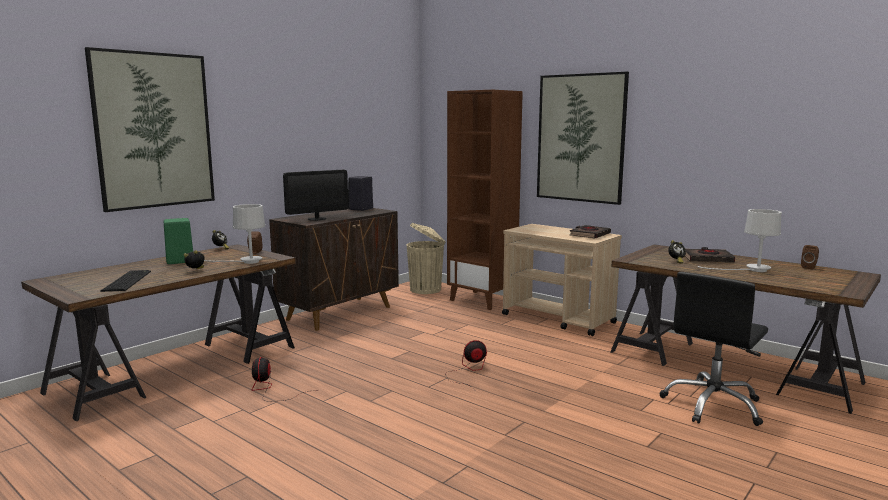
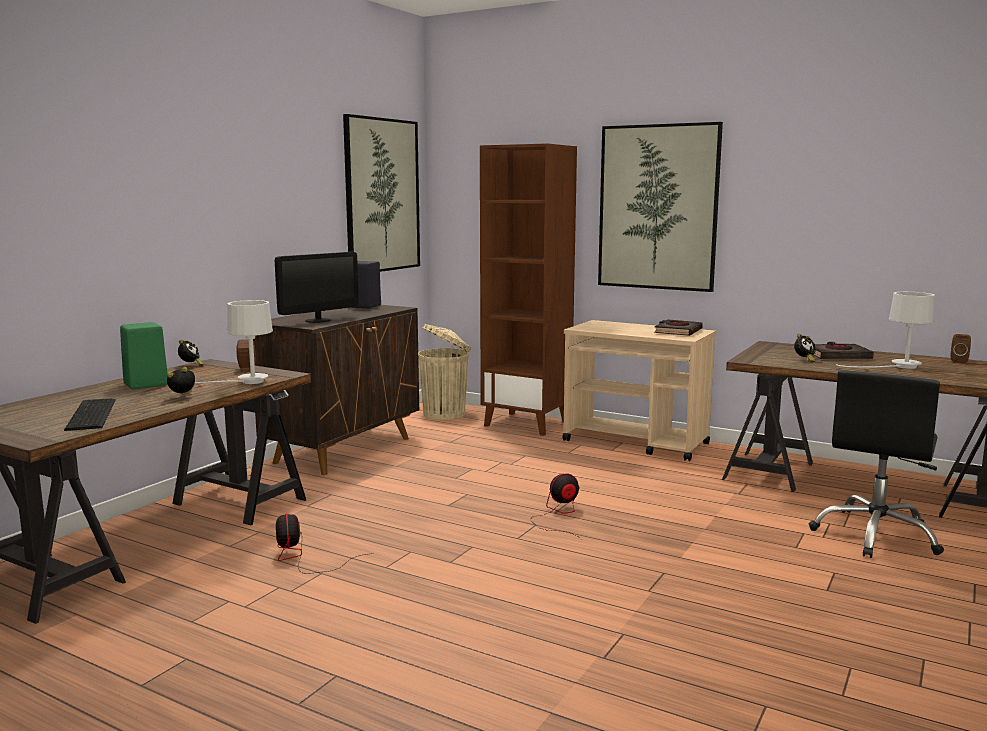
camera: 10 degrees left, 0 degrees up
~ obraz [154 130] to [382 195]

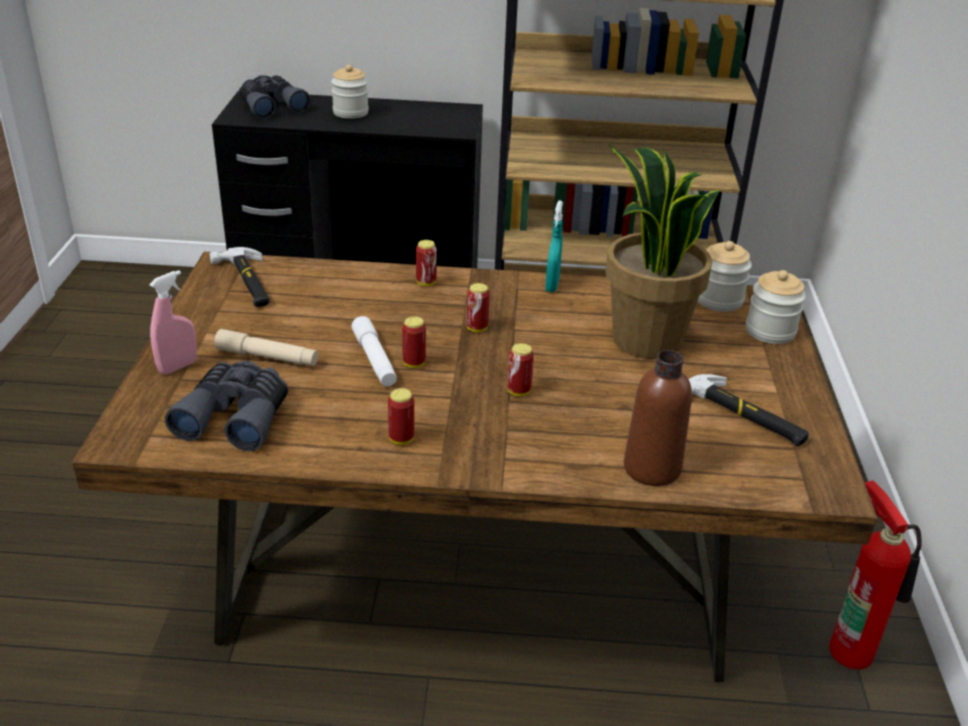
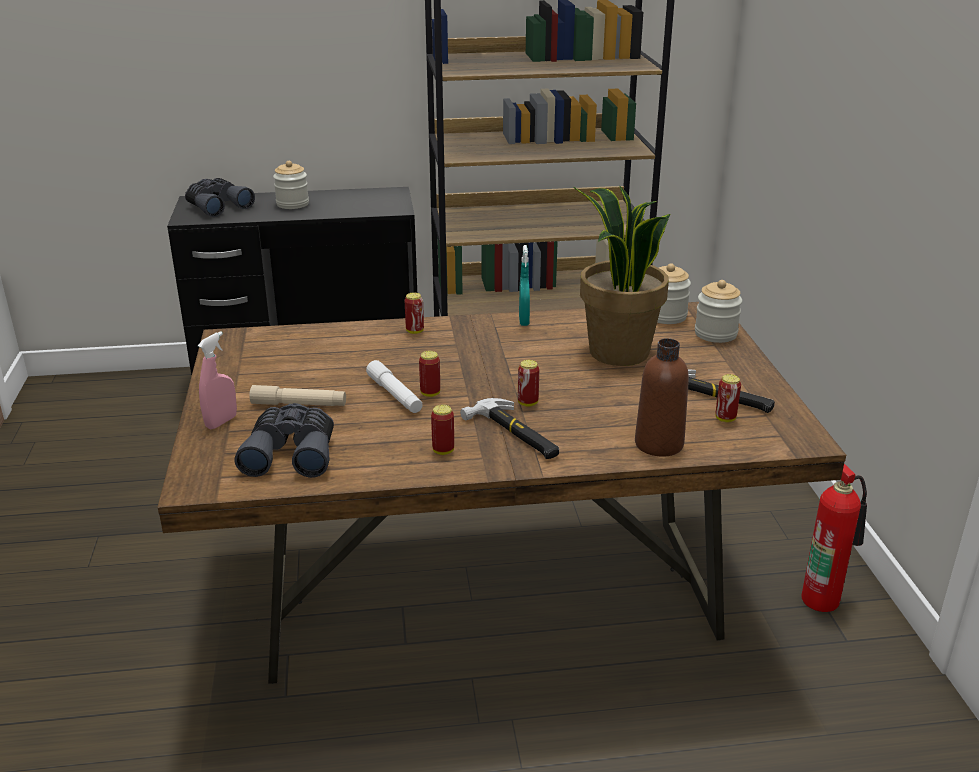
camera: 10 degrees left, 5 degrees down
~ młotek [246 282] to [514 434]
~ puszka [477 328] to [725 418]

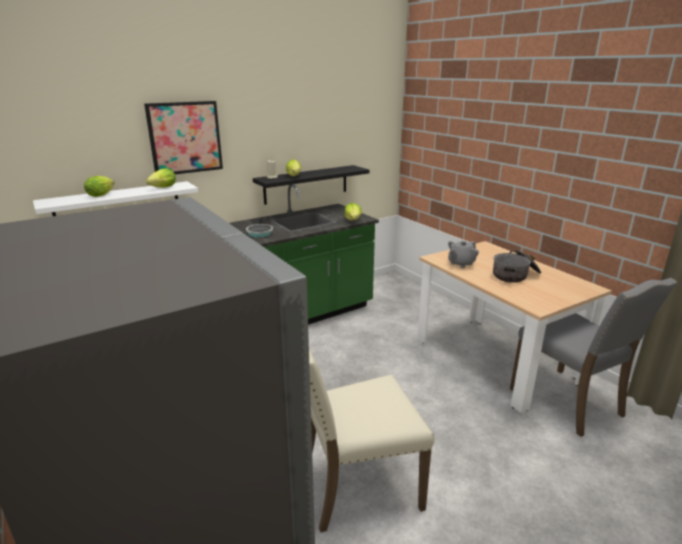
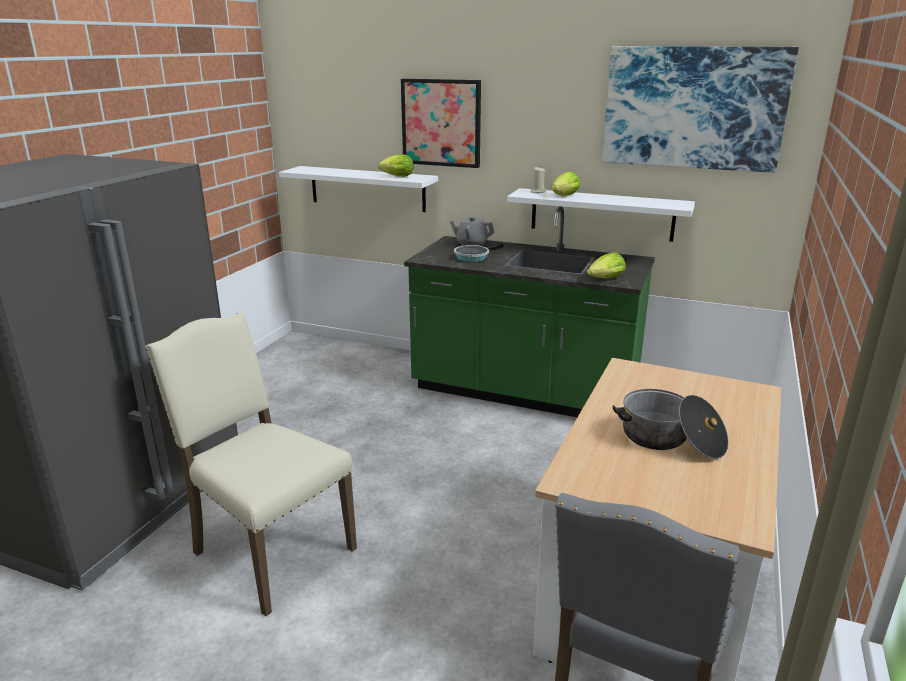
camera: 55 degrees right, 0 degrees up
~ półka [czarny] [306 184] to półka [biały] [601 214]
- sałata [102 195]
~ imbryk [szary] [461 263] to [471 244]
+ obraz [693 108]

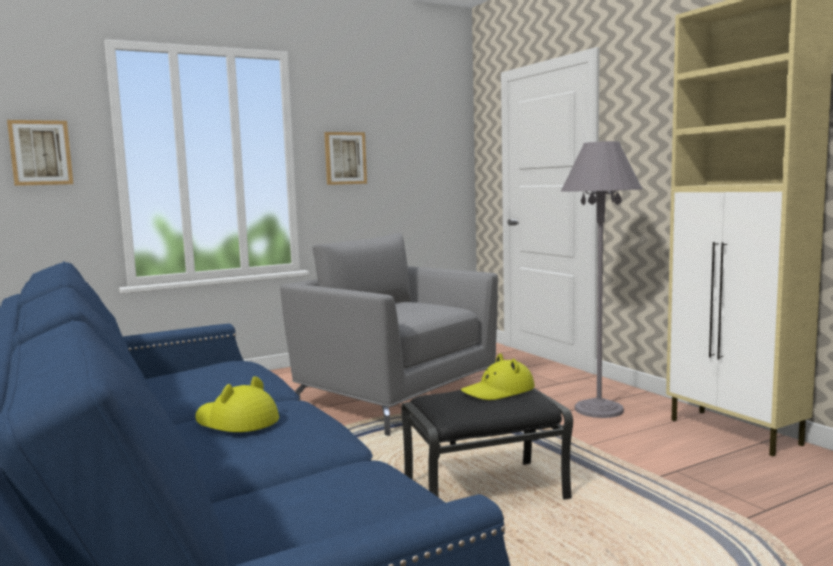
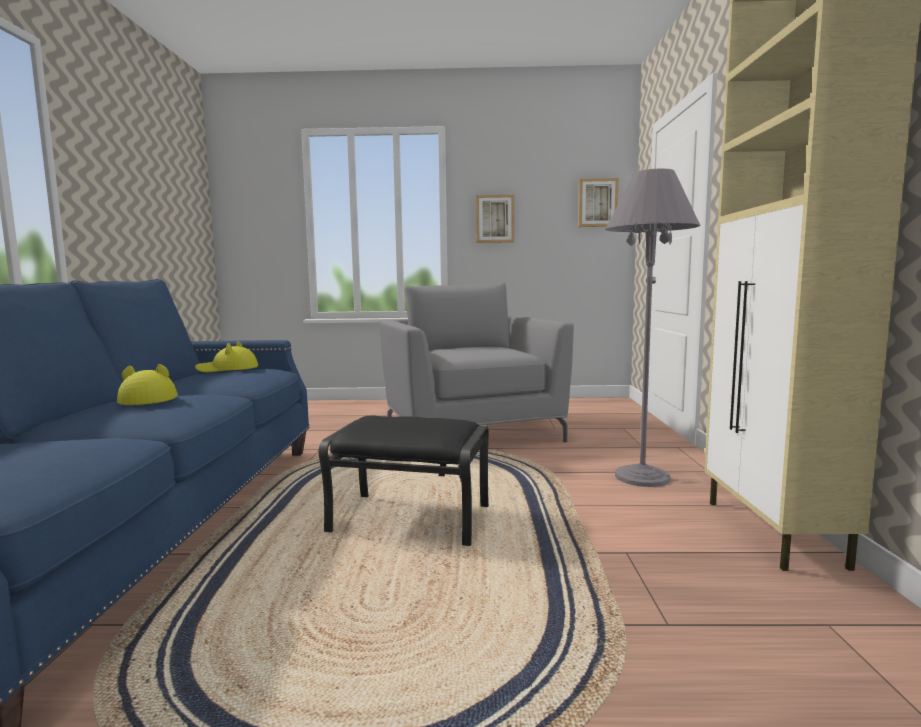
camera: 30 degrees right, 0 degrees up
~ obraz [41 153] to [597 203]
~ kapelusz [żółty] [498 391] to [227 369]

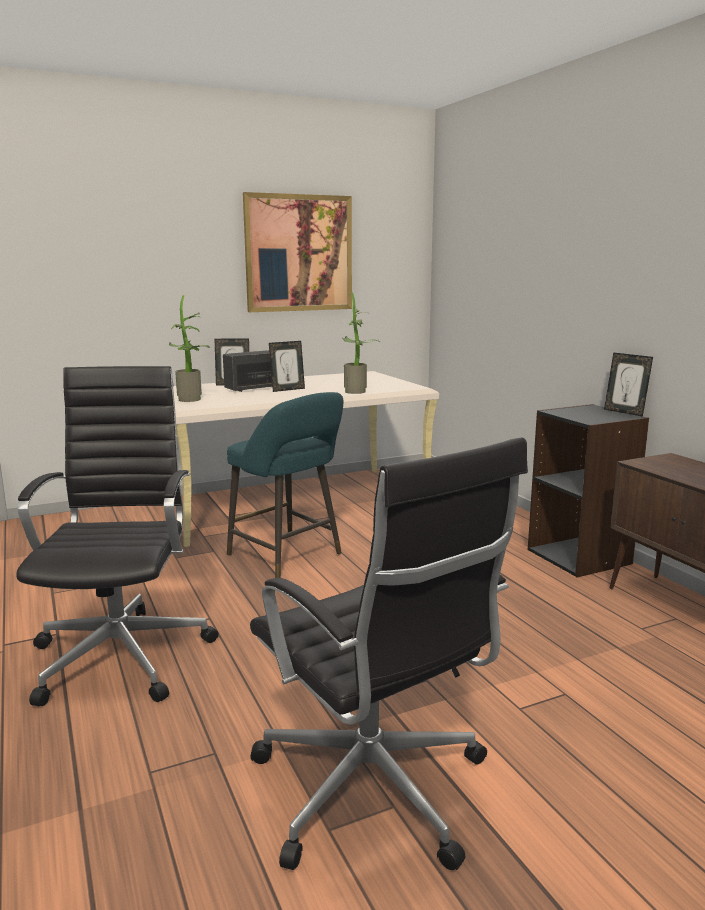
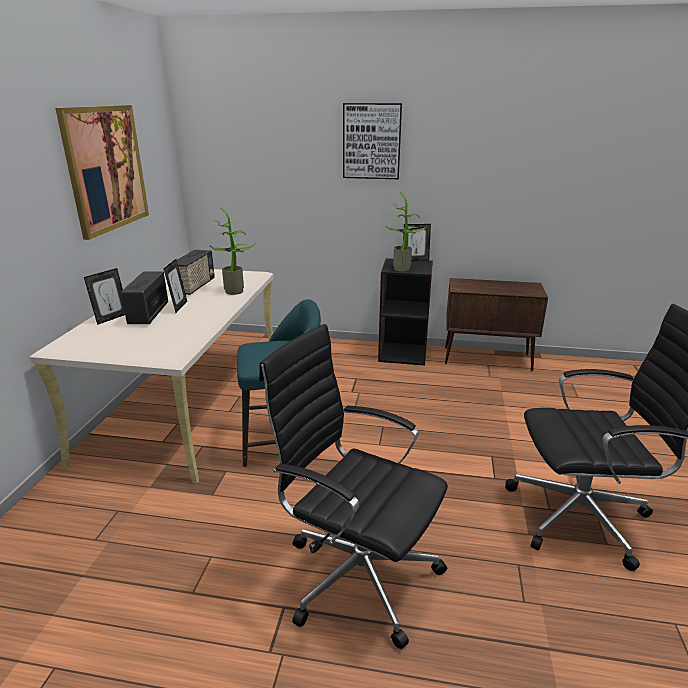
camera: 55 degrees left, 10 degrees up
~ roślina doniczkowa [193 400] to [404 268]
+ obraz [371 141]
+ radio [195 287]

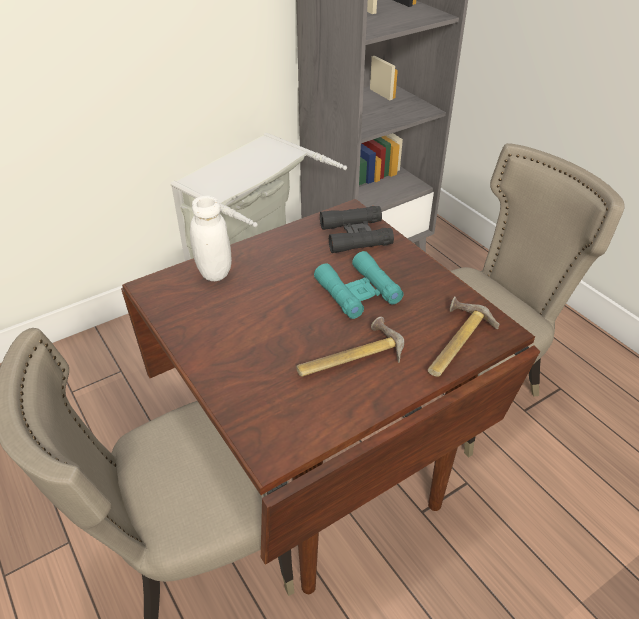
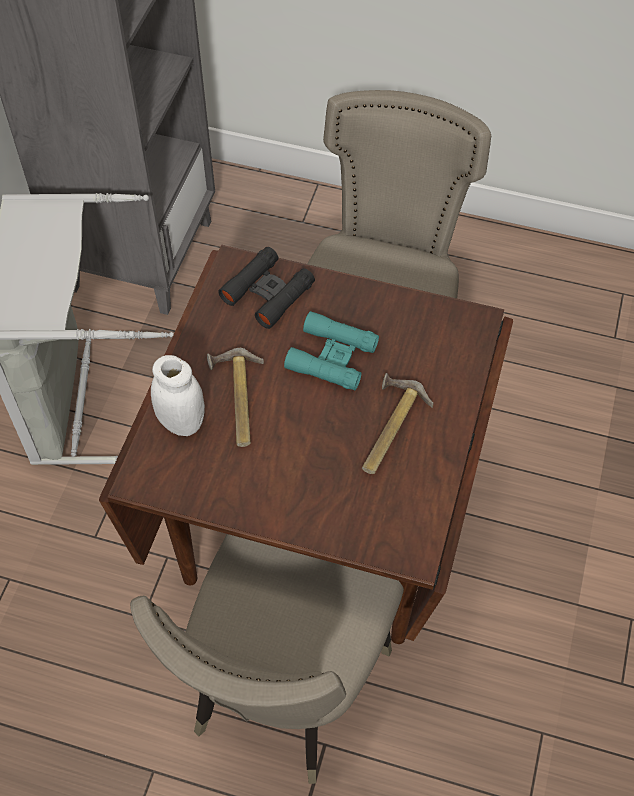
camera: 40 degrees left, 15 degrees up
~ młotek [453 342] to [235 400]

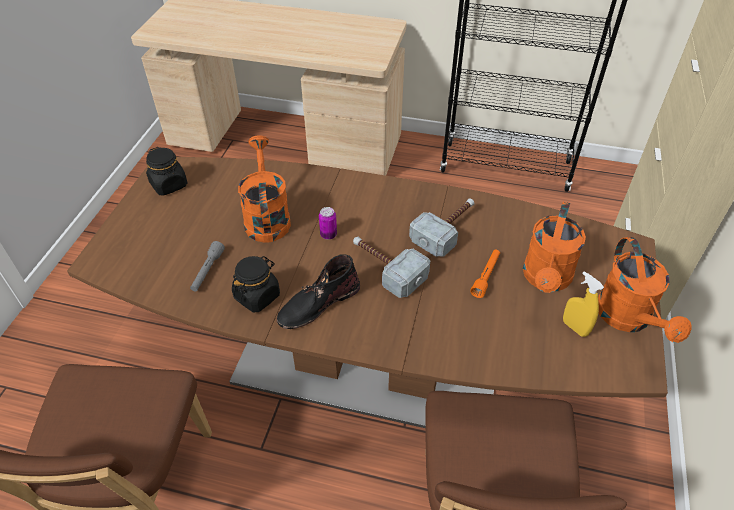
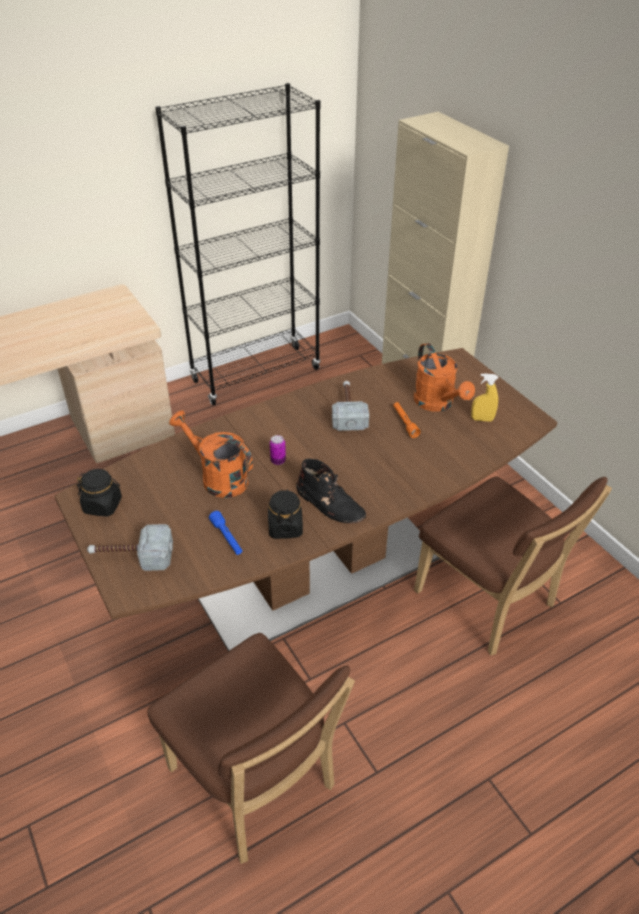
camera: 45 degrees left, 5 degrees down
~ młotek [385 268] to [132 556]
- konewka [pomarańczowy] [628 319]
~ latarka [szary] [207 271] to latarka [niebieski] [227 537]
~ but z cholewką [czarny] [318 303] = [330 504] 60 degrees counterclockwise

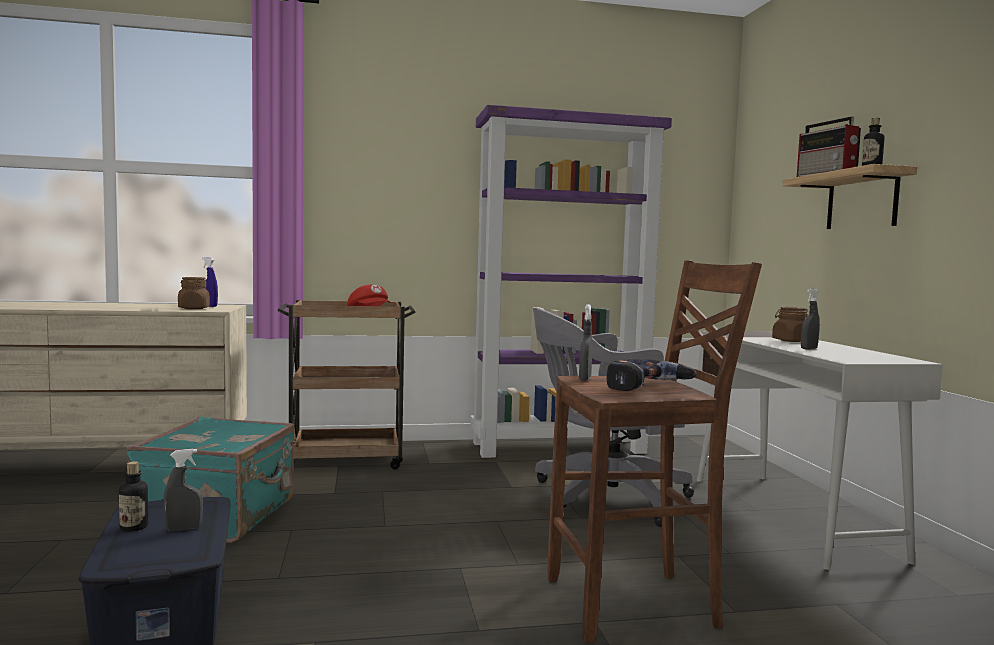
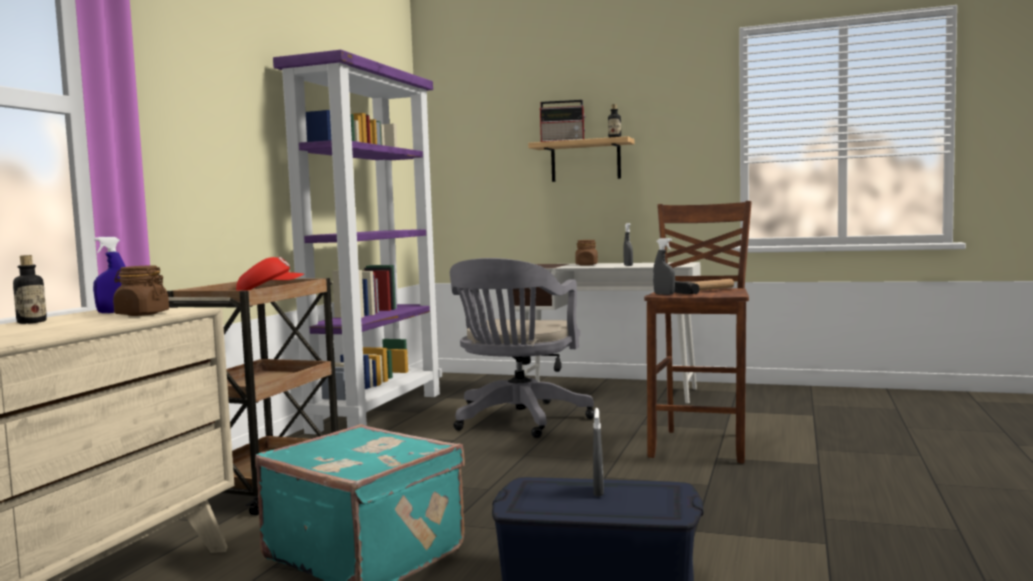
camera: 60 degrees left, 0 degrees up
~ wiertarka [648 387] to młotek [704 290]
~ butelka [134 527] to [32 322]

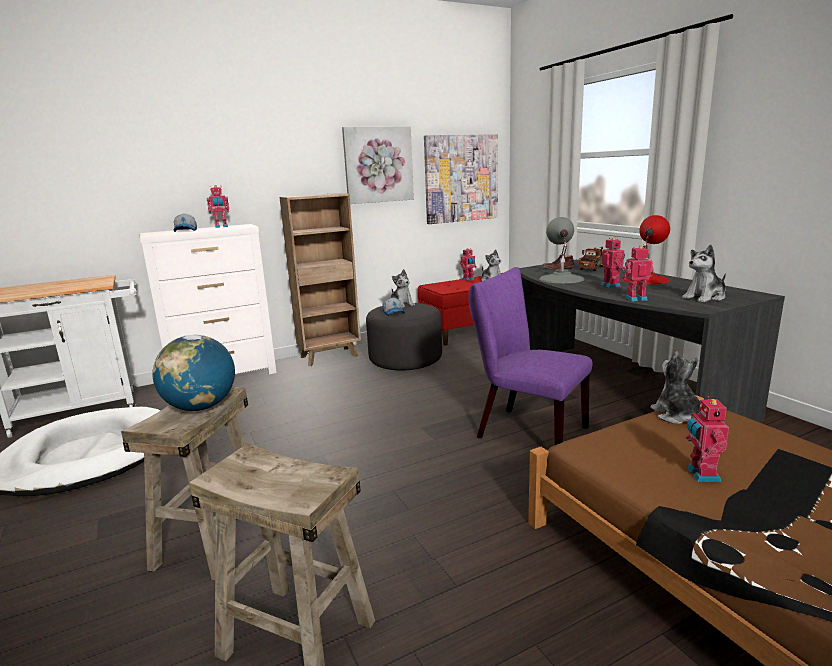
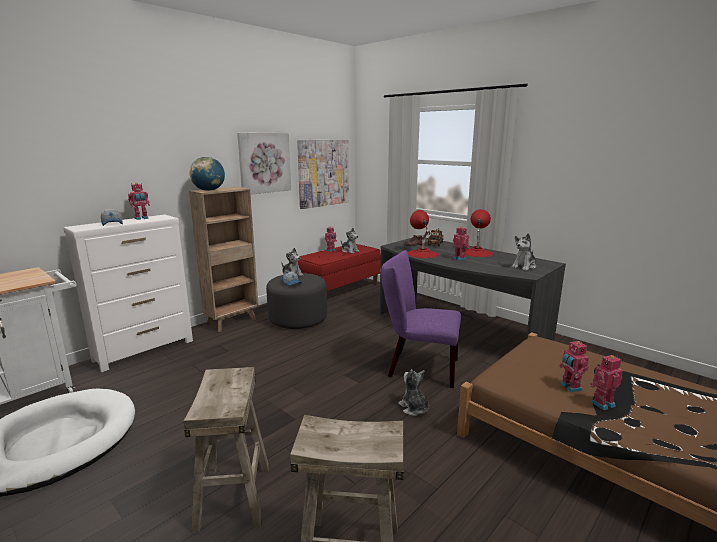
camera: 20 degrees left, 0 degrees up
~ lampa stołowa [szary] [561 278] to lampa stołowa [czerwony] [422 254]
~ robot zabawkowy [635 298] to [601 403]
~ globus [201 407] to [209 190]
~ pluszak [676 416] to [414 408]

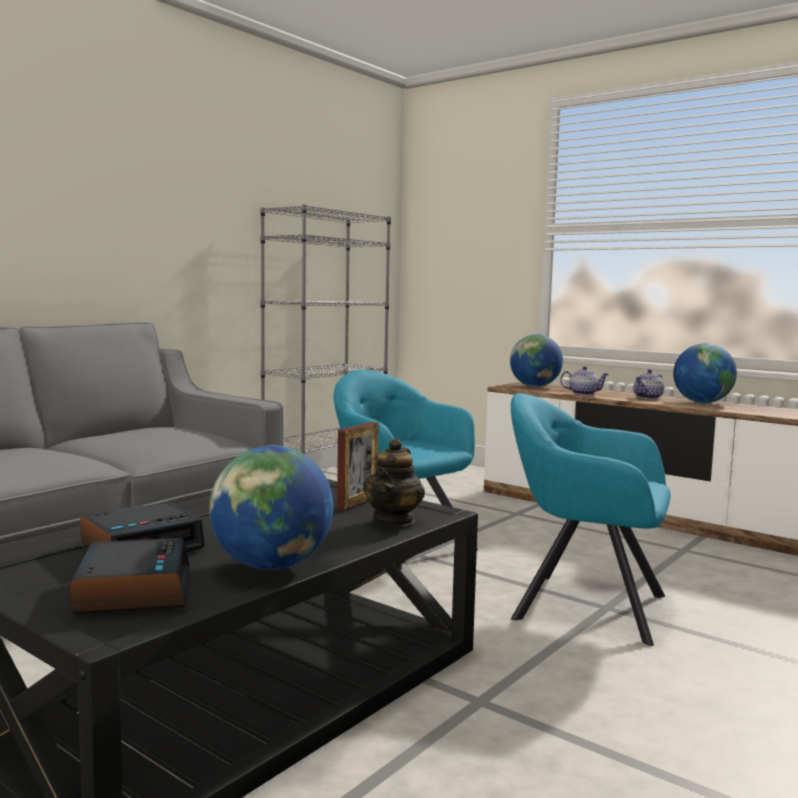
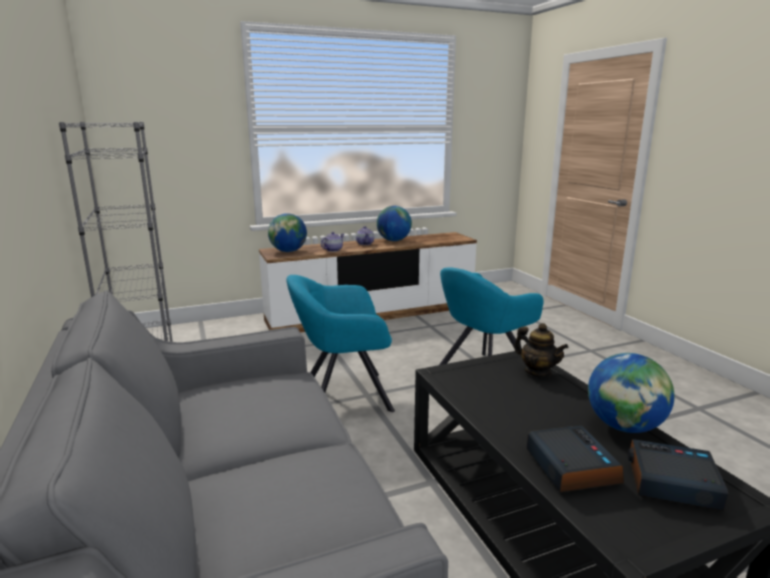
camera: 60 degrees left, 10 degrees up
- ramka na zdjęcie [357 502]

